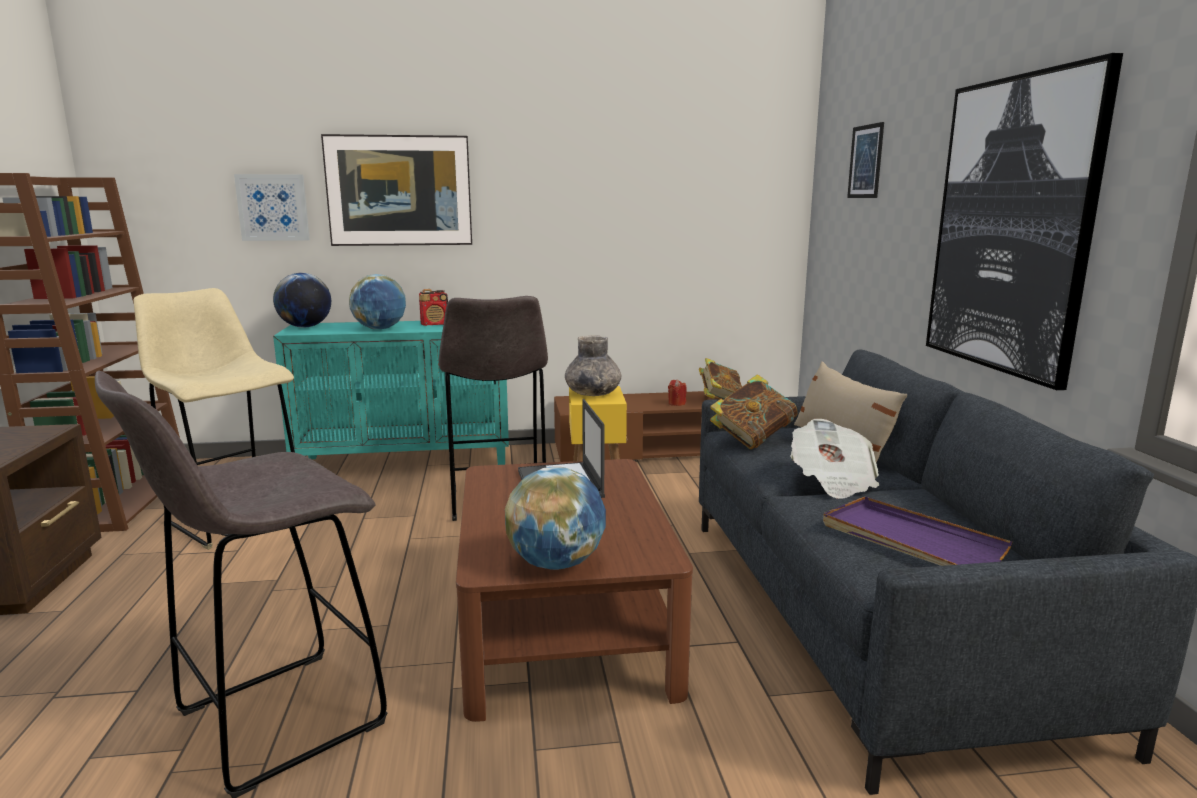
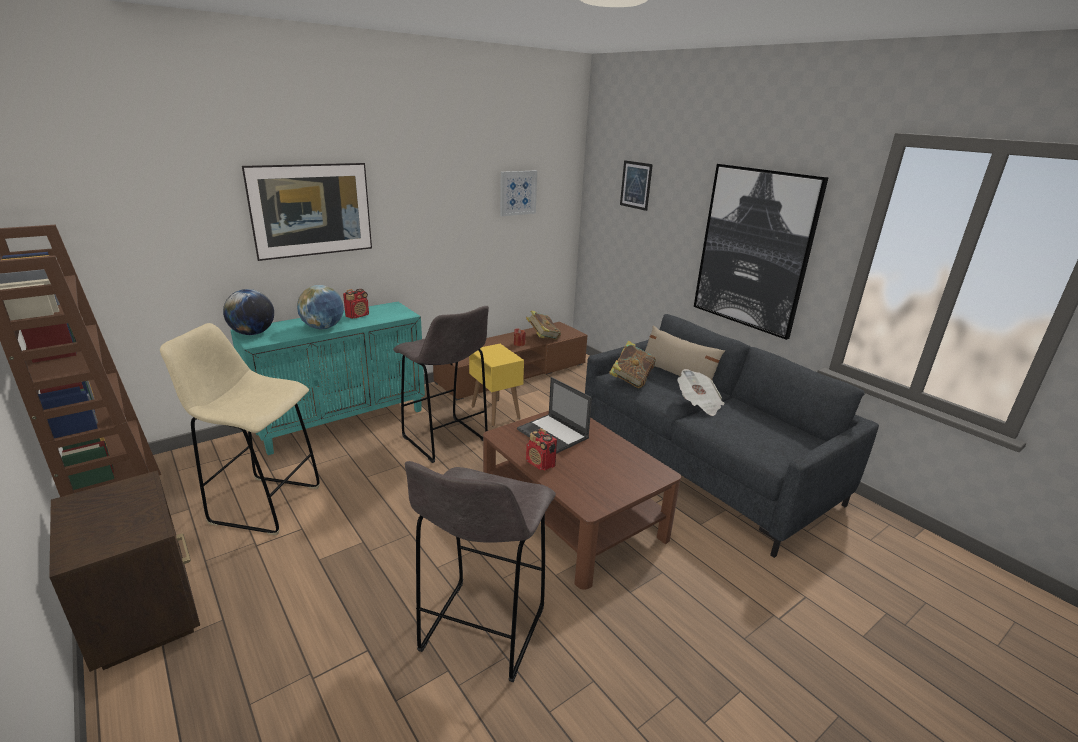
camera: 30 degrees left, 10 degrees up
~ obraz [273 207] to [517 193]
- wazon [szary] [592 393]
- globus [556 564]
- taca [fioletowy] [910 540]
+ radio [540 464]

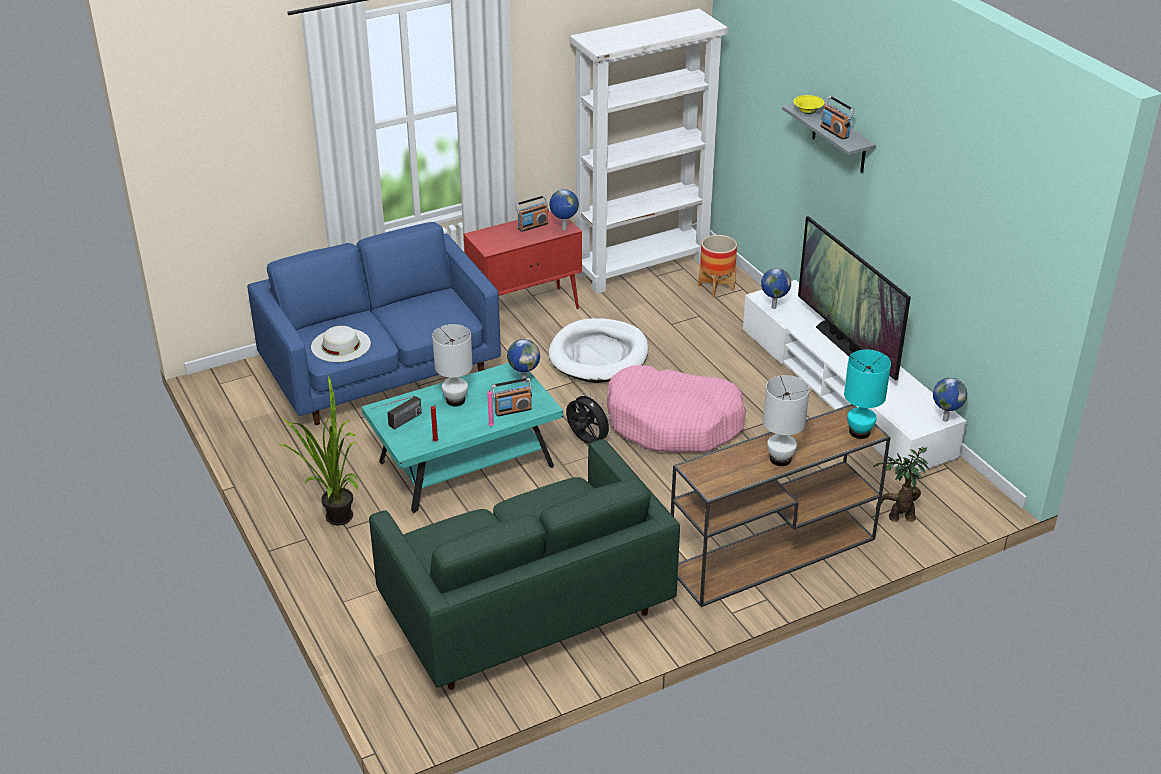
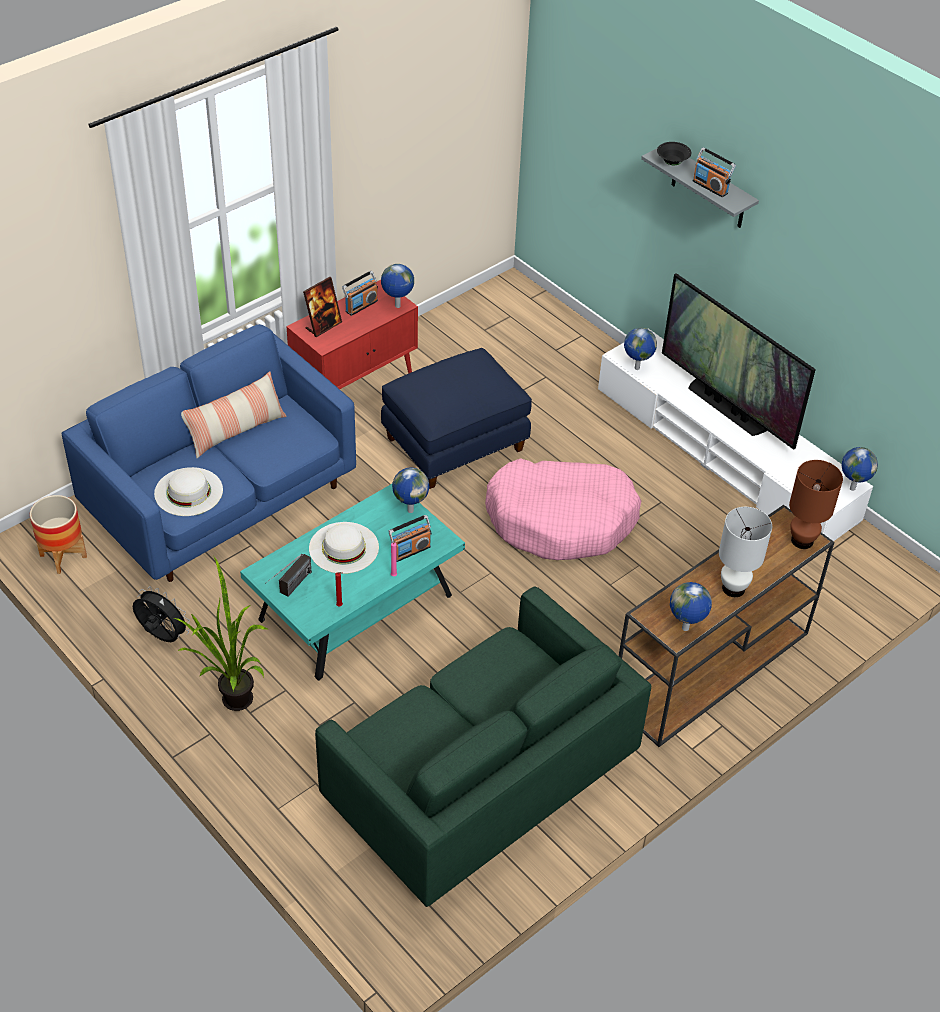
camera: 15 degrees left, 10 degrees up
- regał [biały] [642 267]
~ miska [żółty] [807 112] to miska [czarny] [672 162]
~ donica [716 287] to [63 556]
~ legowisko [biały] [599 355] to pufa [niebieski] [454 443]
~ lampa stołowa [biały] [456 400] to kapelusz [biały] [343 547]
~ lampa stołowa [turkusowy] [859 432] to lampa stołowa [brązowy] [802 541]
~ wentylator [czarny] [586 442] to [162 637]
- roślina doniczkowa [897 516]
+ ramka na zdjęcie [323 326]
+ poduszka [236 431]
+ globus [686 629]

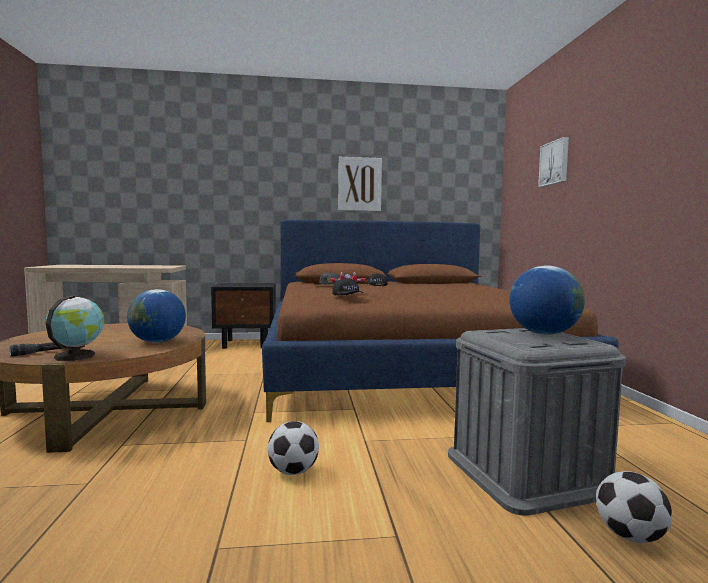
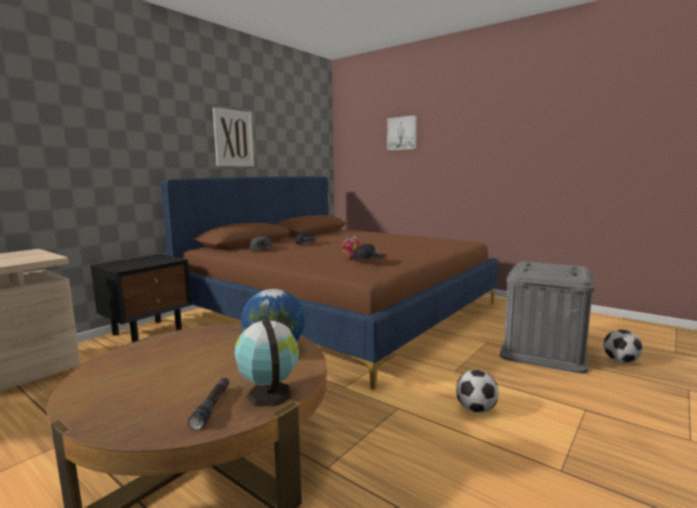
camera: 45 degrees left, 5 degrees up
- globus [543 334]

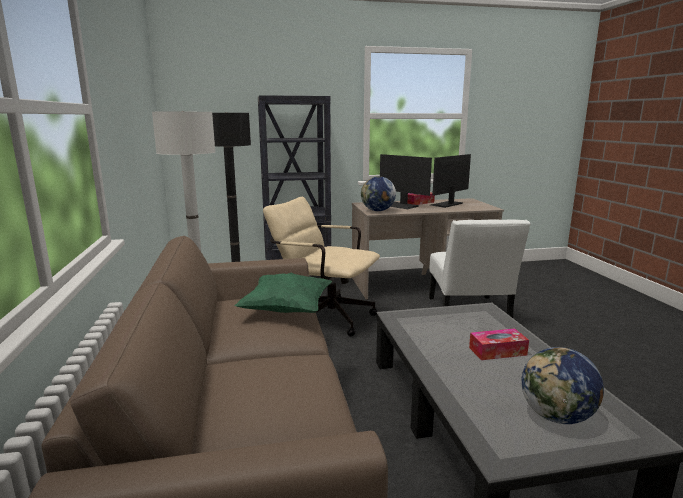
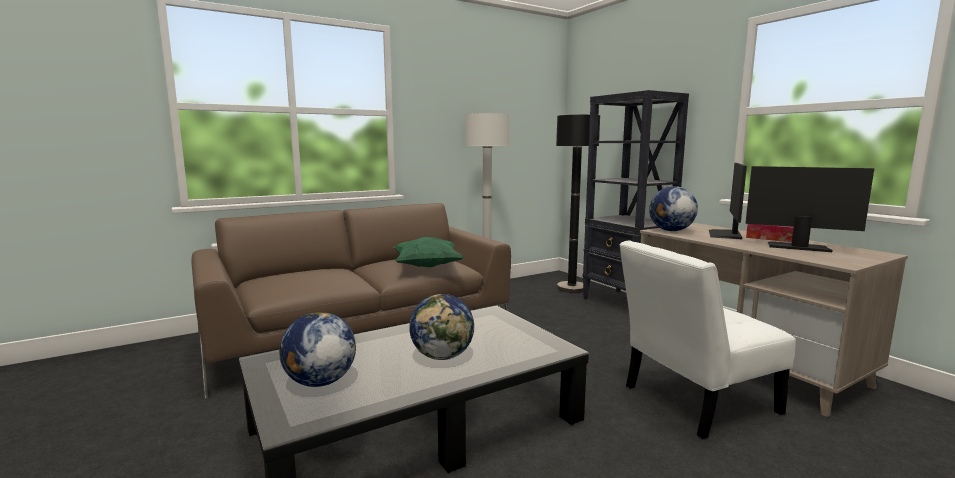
camera: 70 degrees right, 5 degrees down
- krzesło biurowe [beżowy] [324 316]
~ pudełko chusteczek [497 351] to globus [443 356]

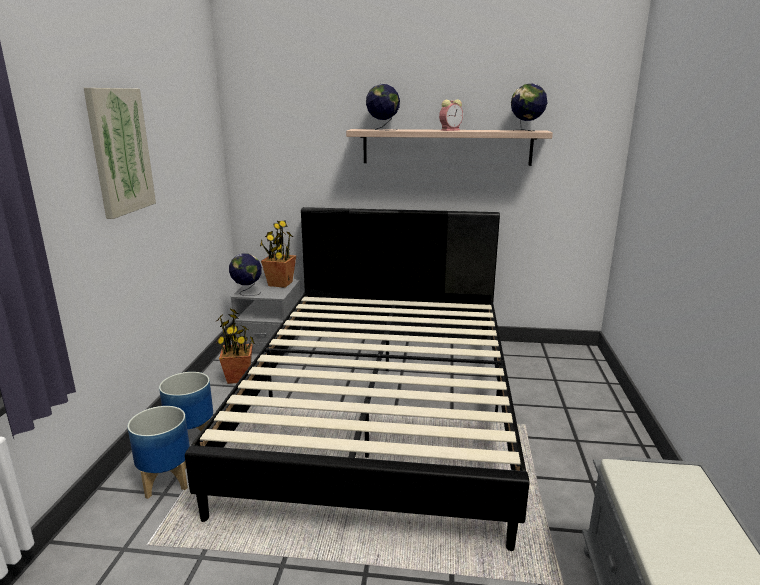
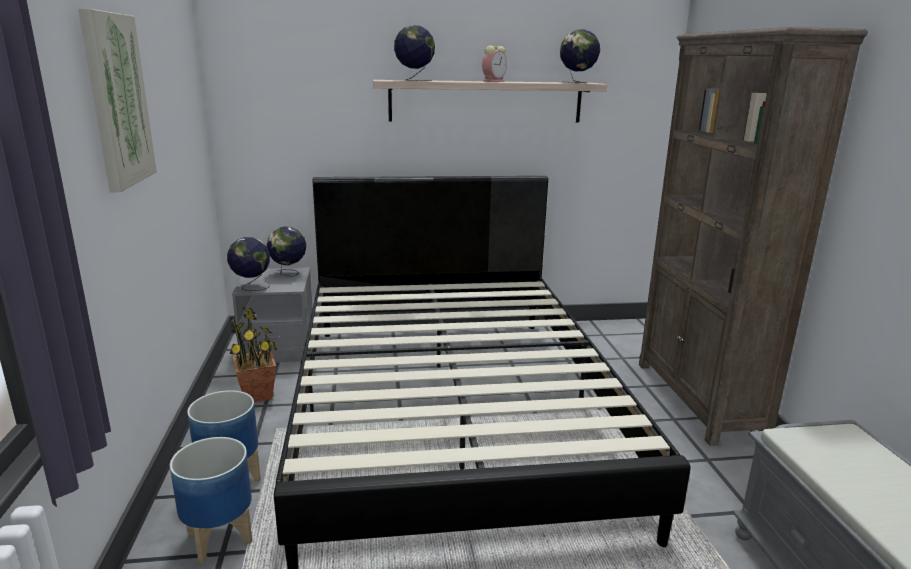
camera: 15 degrees left, 0 degrees up
~ roślina doniczkowa [280 284] to globus [288 274]
+ regał [brązowy] [698 399]

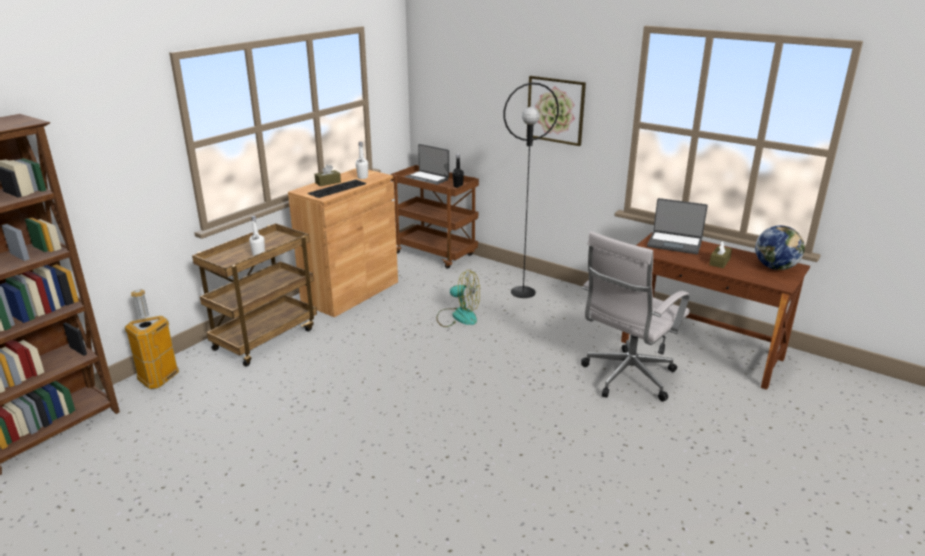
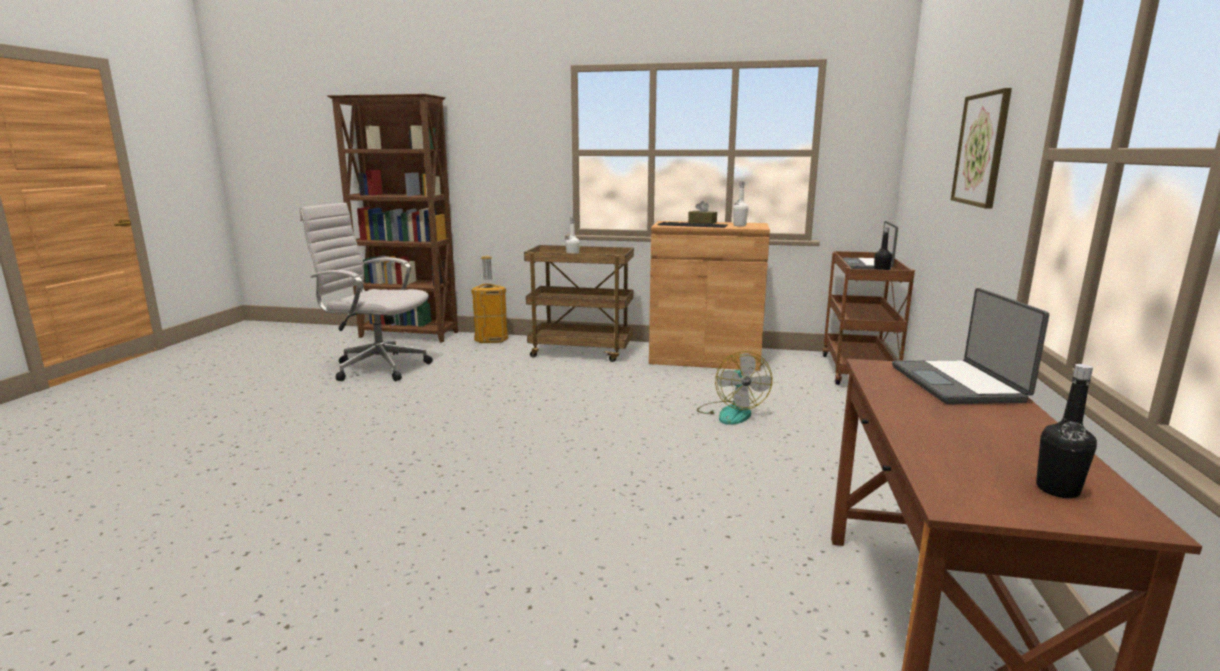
camera: 65 degrees right, 10 degrees down
- lampa stojąca [czarny] [523 292]
~ globus [775 267] to butelka [czarny] [1057 489]
~ krzesło biurowe [biały] [626 378] to [377 367]
- pudełko chusteczek [brązowy] [719 262]

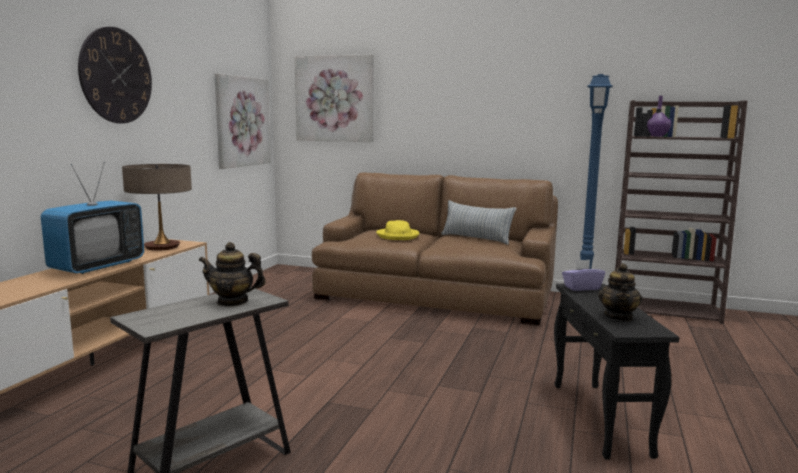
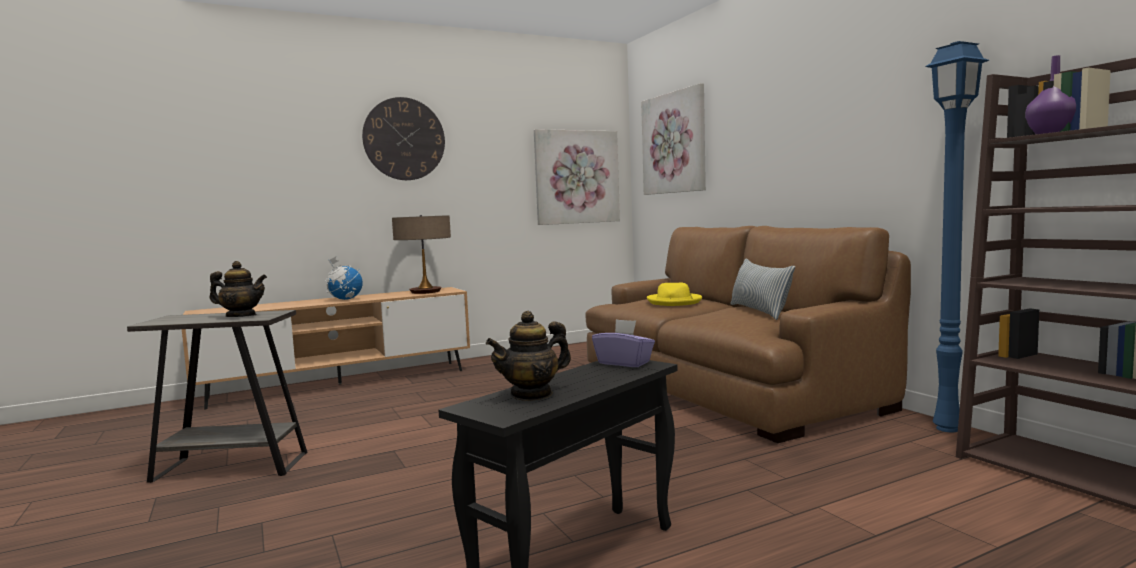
camera: 45 degrees right, 5 degrees down
~ telewizor [97 266] to globus [345 299]
~ imbryk [232 302] = [241 316] 135 degrees clockwise

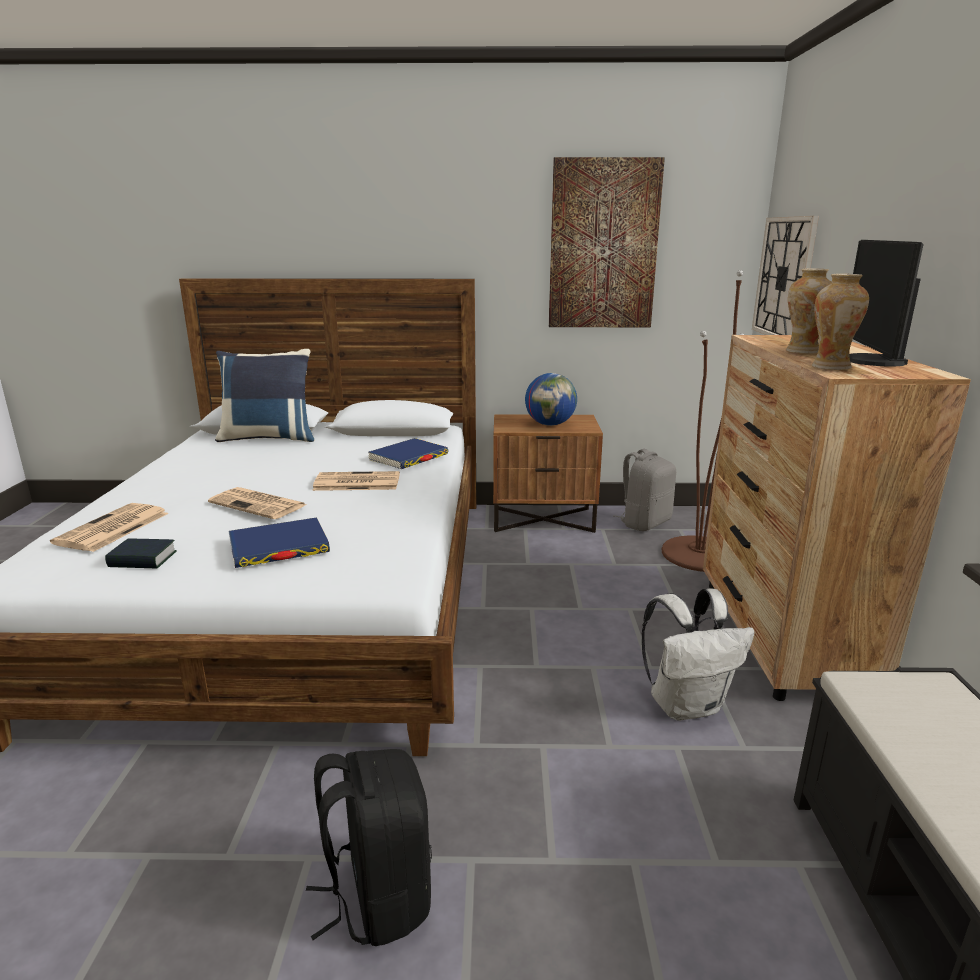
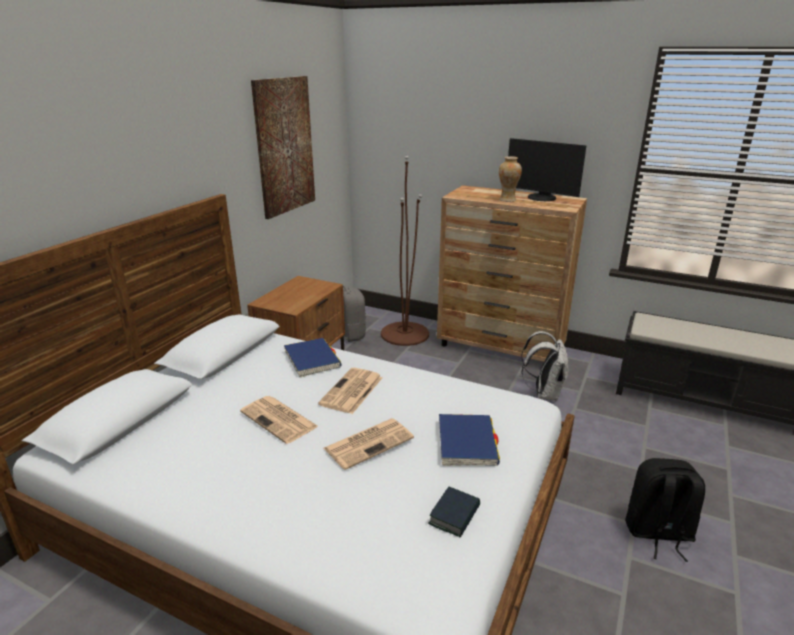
camera: 65 degrees left, 5 degrees up
- zegar ścienny [784 278]
- wazon [830 367]
- poduszka [niebieski] [269 437]
- globus [550 424]
~ gazeta [112 529] to [280 419]

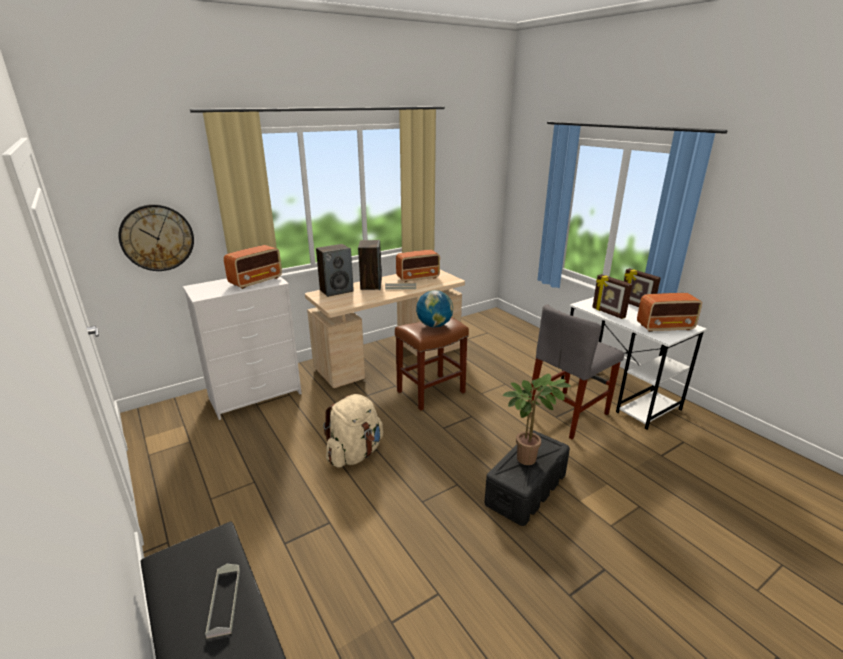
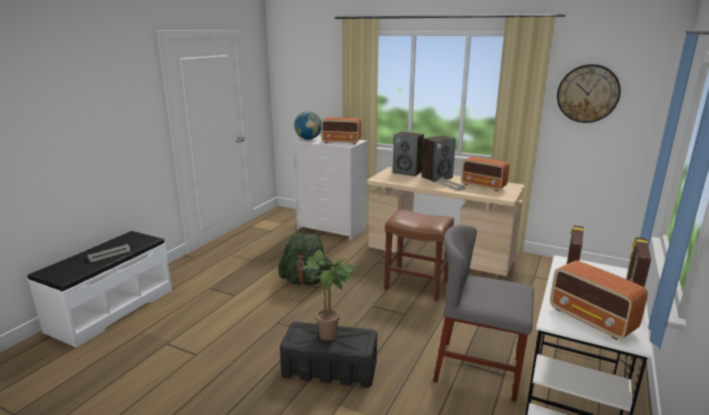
camera: 60 degrees right, 5 degrees down
~ zegar ścienny [157 238] to [587 93]
~ globus [434 325] to [308 139]
~ plecak [beżowy] [355 453] to plecak [zielony] [305 281]

